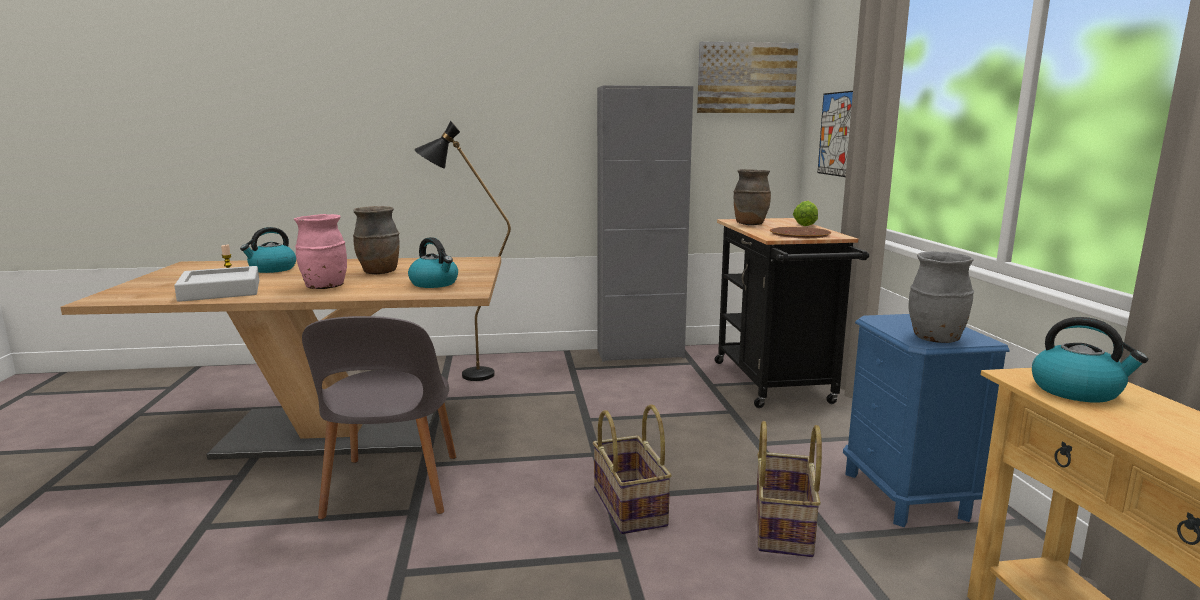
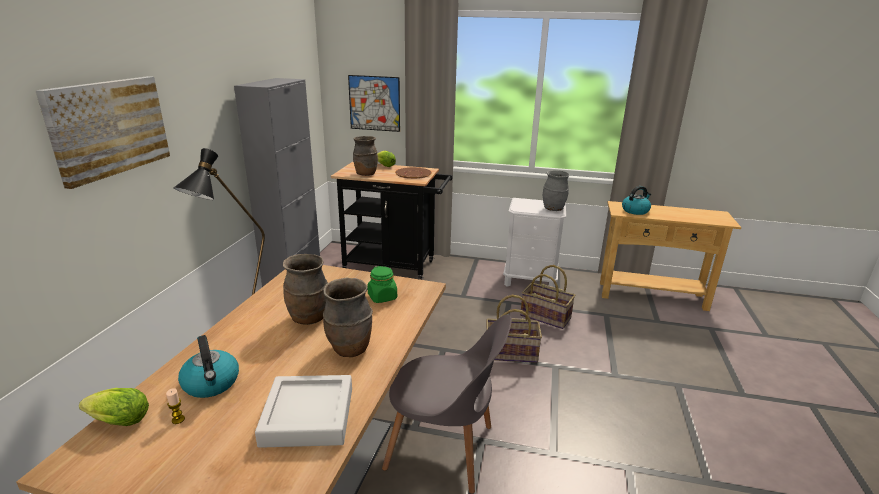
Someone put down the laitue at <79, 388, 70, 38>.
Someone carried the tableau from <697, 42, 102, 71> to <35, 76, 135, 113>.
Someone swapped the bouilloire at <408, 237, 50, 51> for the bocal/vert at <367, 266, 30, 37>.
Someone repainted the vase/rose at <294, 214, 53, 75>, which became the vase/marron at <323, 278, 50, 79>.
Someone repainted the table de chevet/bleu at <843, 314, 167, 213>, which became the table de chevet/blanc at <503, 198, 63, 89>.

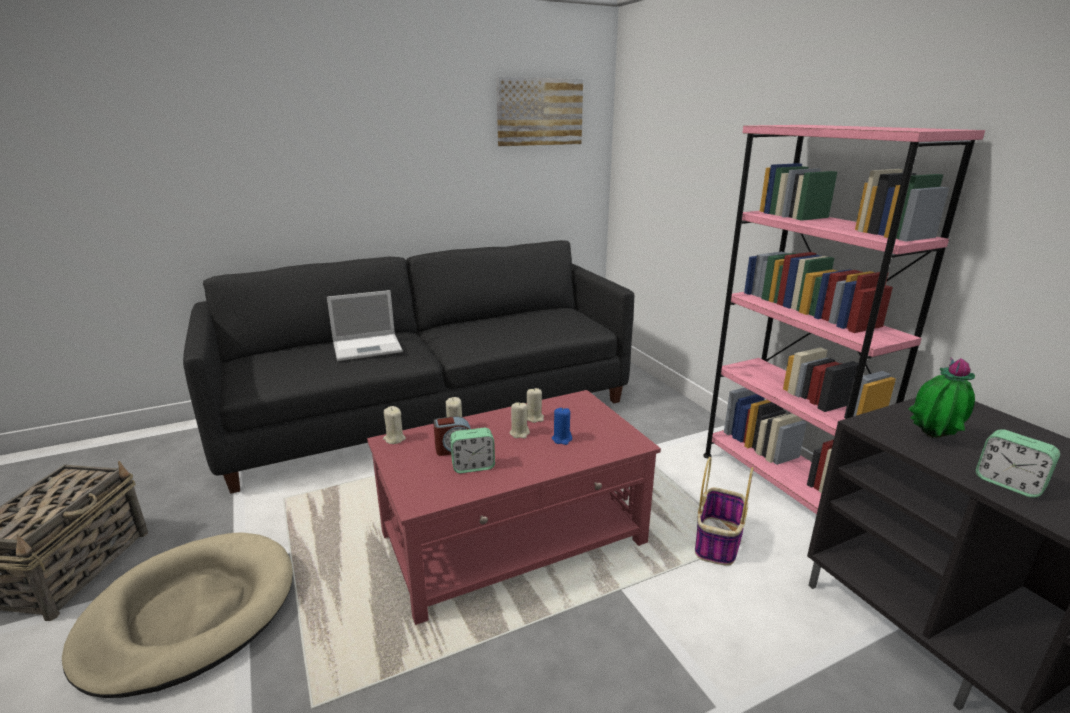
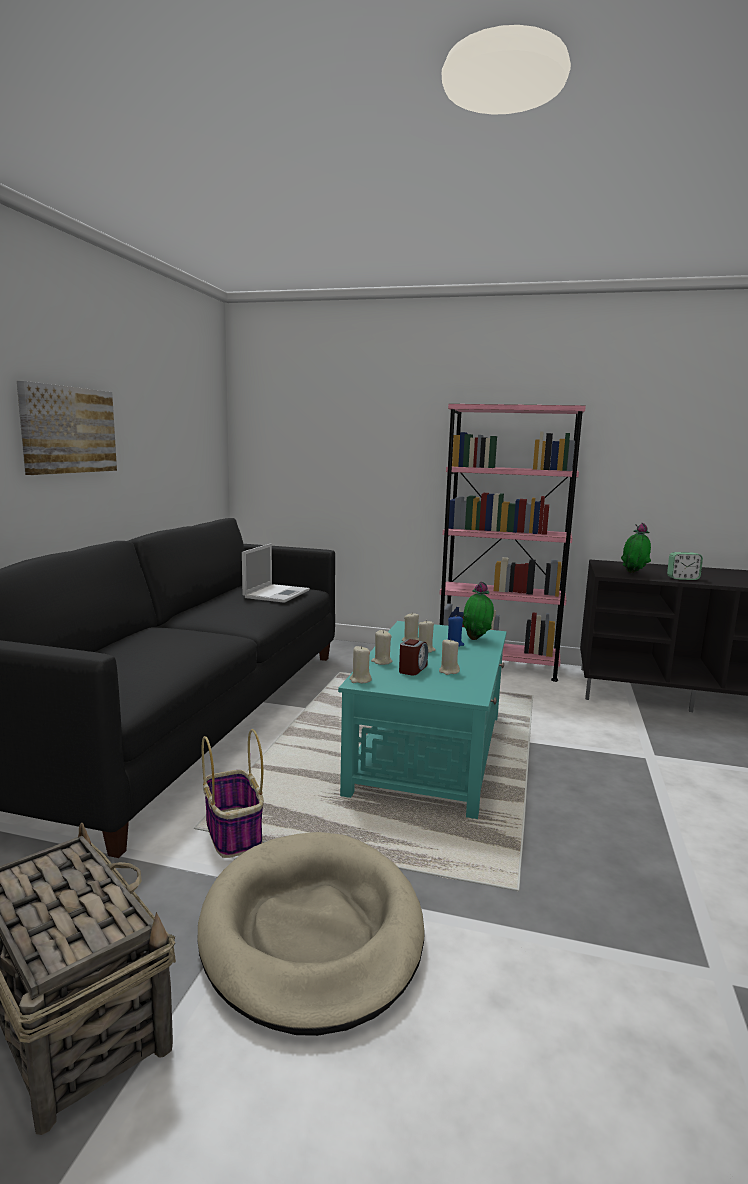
Someone put down the plante en pot at <463, 581, 31, 59>.
Someone carried the ordinateur portable from <327, 290, 76, 71> to <242, 543, 68, 60>.
Someone carried the tableau from <496, 77, 87, 69> to <17, 381, 100, 94>.
Someone carried the panier from <695, 457, 58, 109> to <202, 729, 62, 129>.
Someone swapped the réveil at <450, 428, 45, 45> for the bougie/beige at <439, 638, 21, 37>.
Someone repainted the table basse/rouge at <367, 390, 294, 235>, which became the table basse/turquoise at <338, 621, 169, 198>.

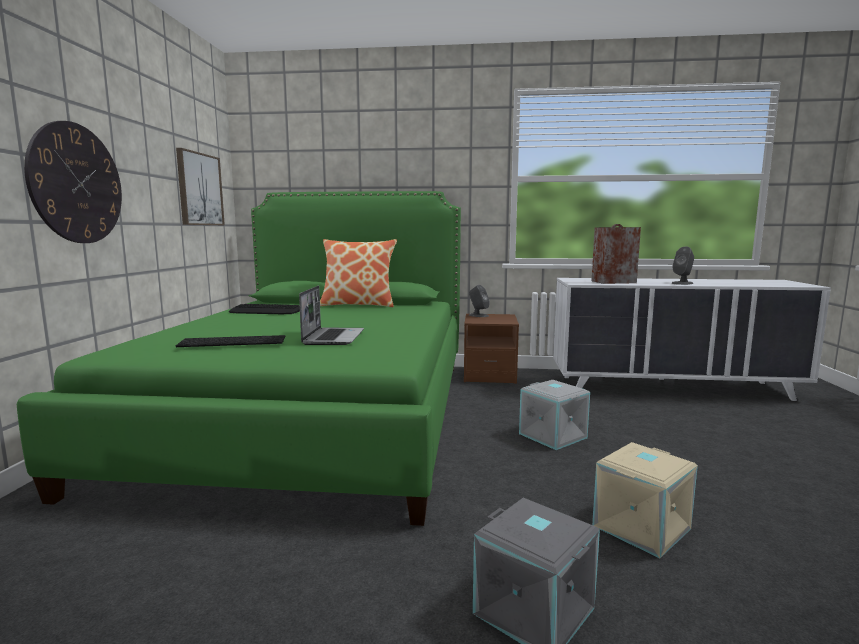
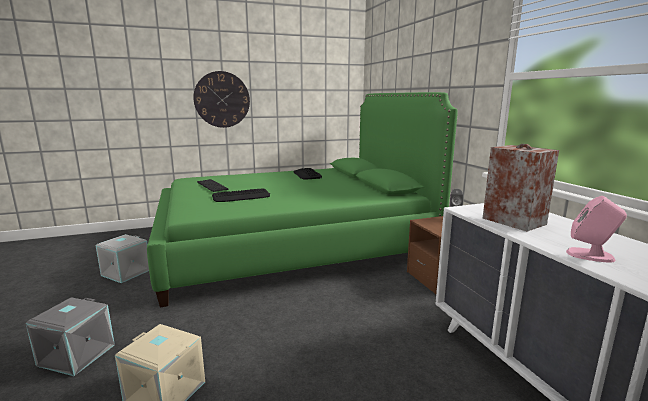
Someone took away the tableau at <176, 148, 49, 77>.
Someone took away the coussin at <320, 239, 77, 68>.
Someone carried the boîte de rangement/gris from <519, 380, 71, 70> to <96, 234, 53, 49>.
Someone swapped the ordinateur portable at <299, 286, 65, 59> for the clavier at <212, 188, 58, 14>.
Someone repainted the enceinte/gris at <671, 247, 23, 38>, which became the enceinte/rose at <566, 196, 61, 66>.

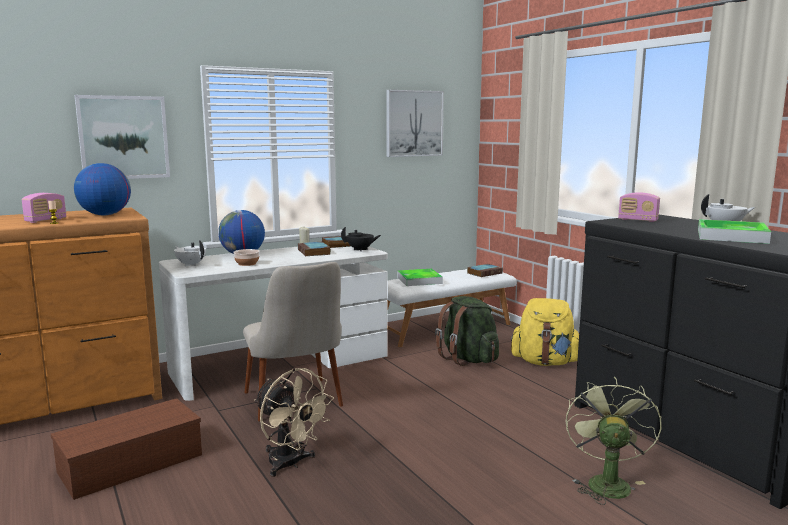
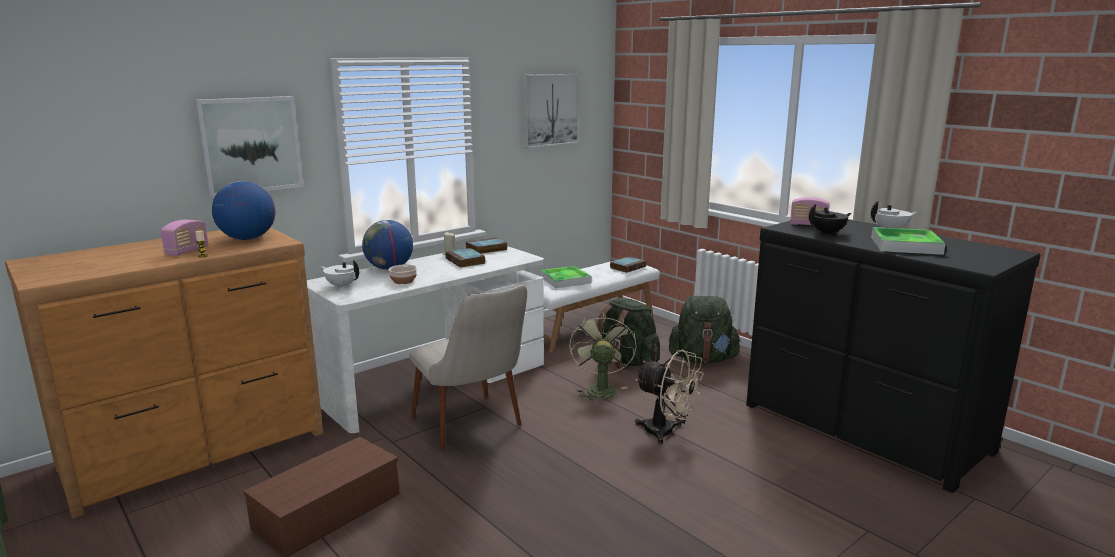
Someone carried the ventilateur/beige from <254, 368, 80, 109> to <635, 350, 69, 94>.
Someone carried the théière/noir from <341, 227, 40, 24> to <809, 204, 42, 32>.
Someone carried the ventilateur/vert from <566, 377, 96, 128> to <569, 312, 68, 91>.
Someone repainted the sac à dos/jaune at <511, 298, 68, 68>, which became the sac à dos/vert at <669, 296, 72, 68>.

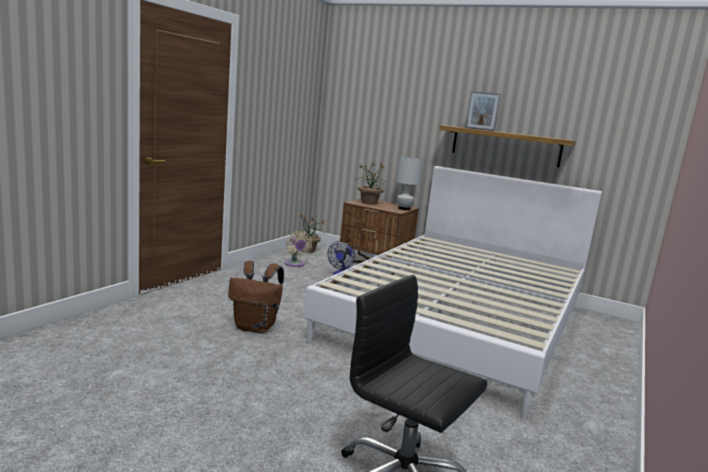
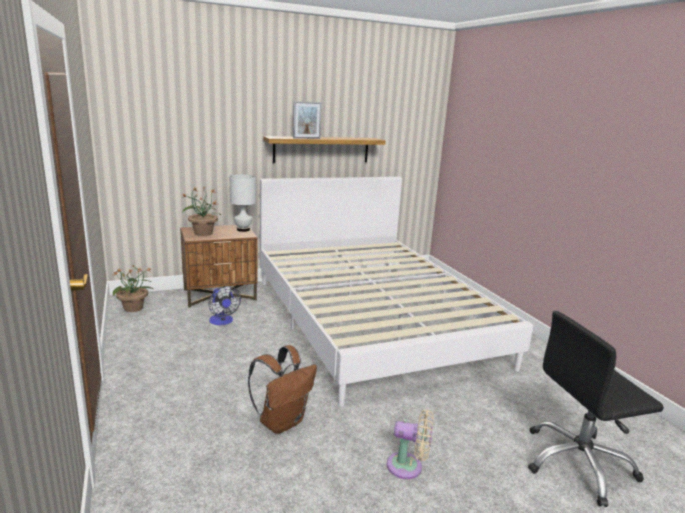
Someone carried the ventilateur/beige from <285, 231, 27, 36> to <387, 410, 47, 69>.

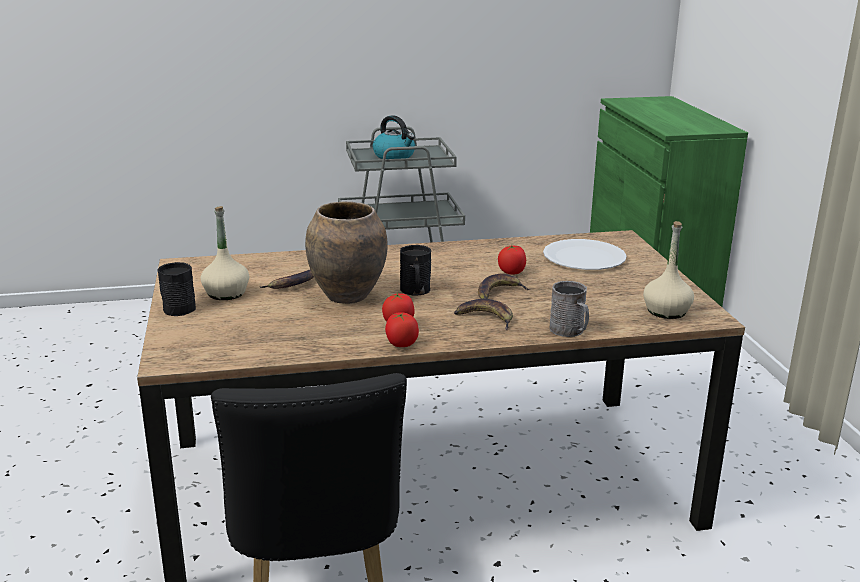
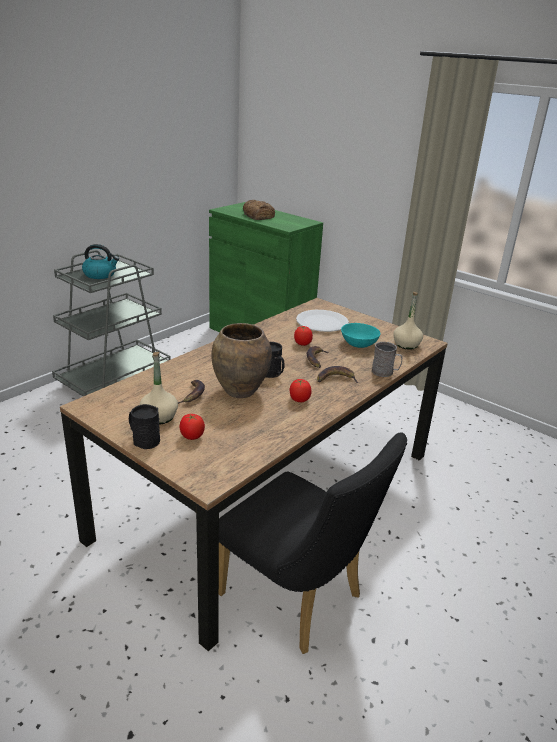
Someone put down the pain at <243, 200, 32, 20>.
Someone put down the bol/turquoise at <341, 323, 40, 25>.
Someone carried the tomate from <385, 312, 34, 35> to <179, 414, 26, 26>.

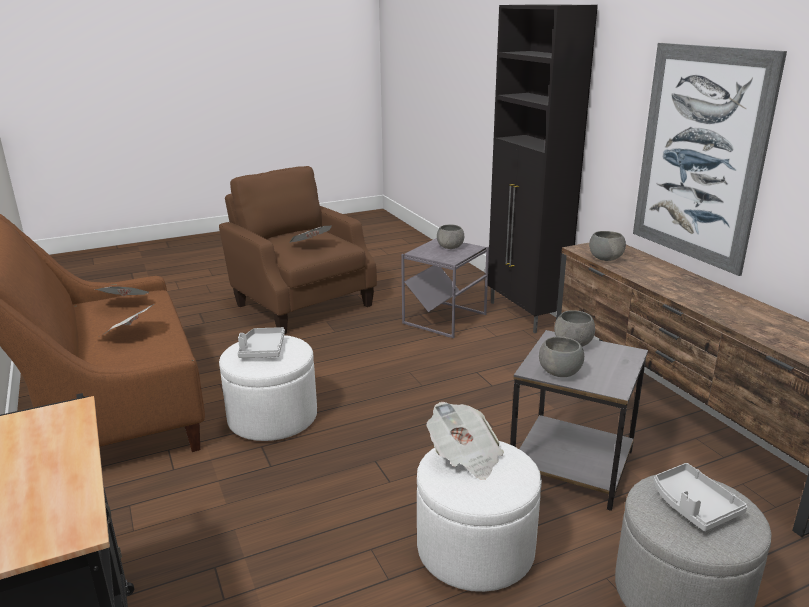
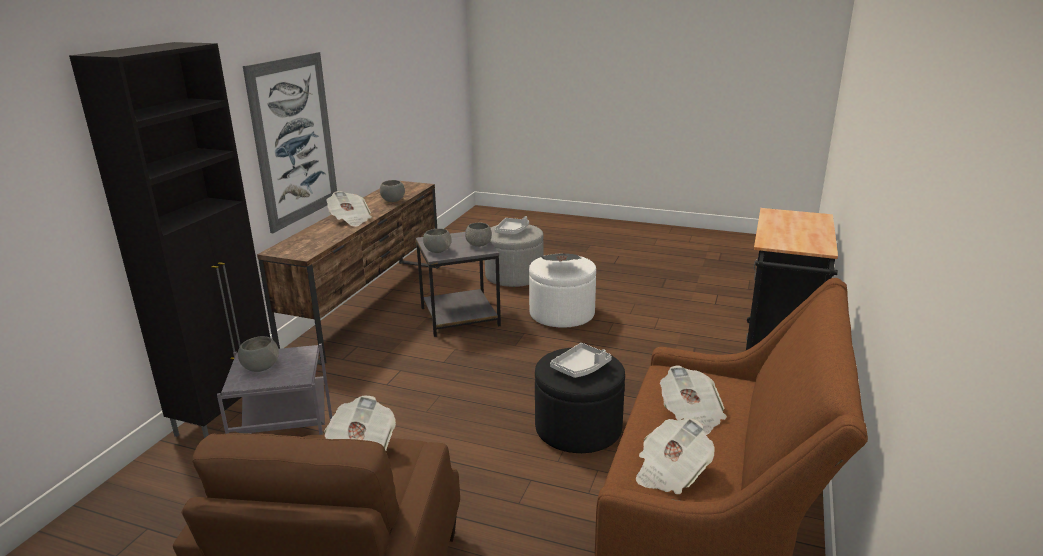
Someone put down the journal at <326, 191, 46, 36>.
Someone carried the bol/gris from <589, 231, 37, 30> to <380, 180, 25, 22>.
Someone repainted the pouf/blanc at <219, 335, 98, 106>, which became the pouf/noir at <535, 348, 90, 105>.

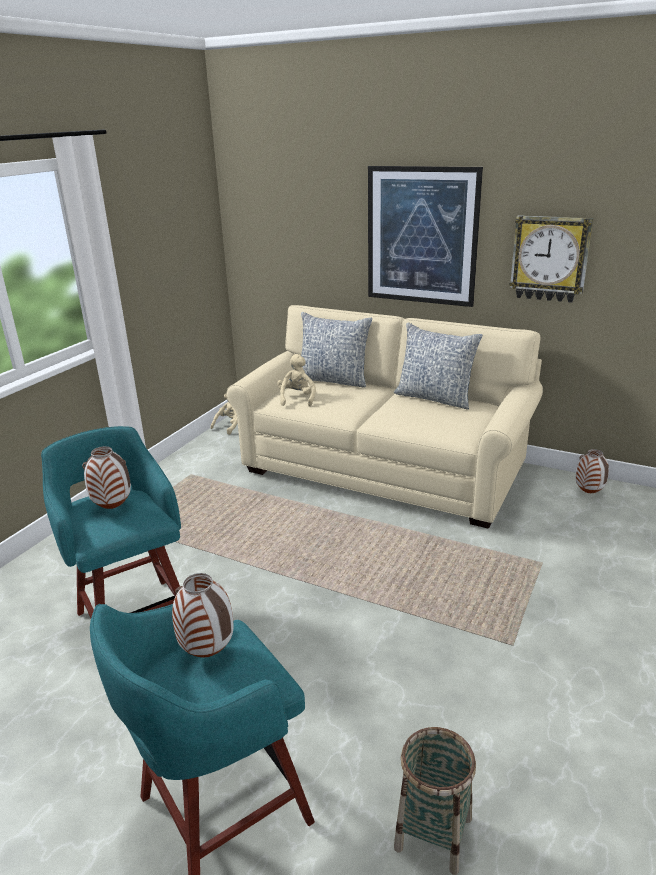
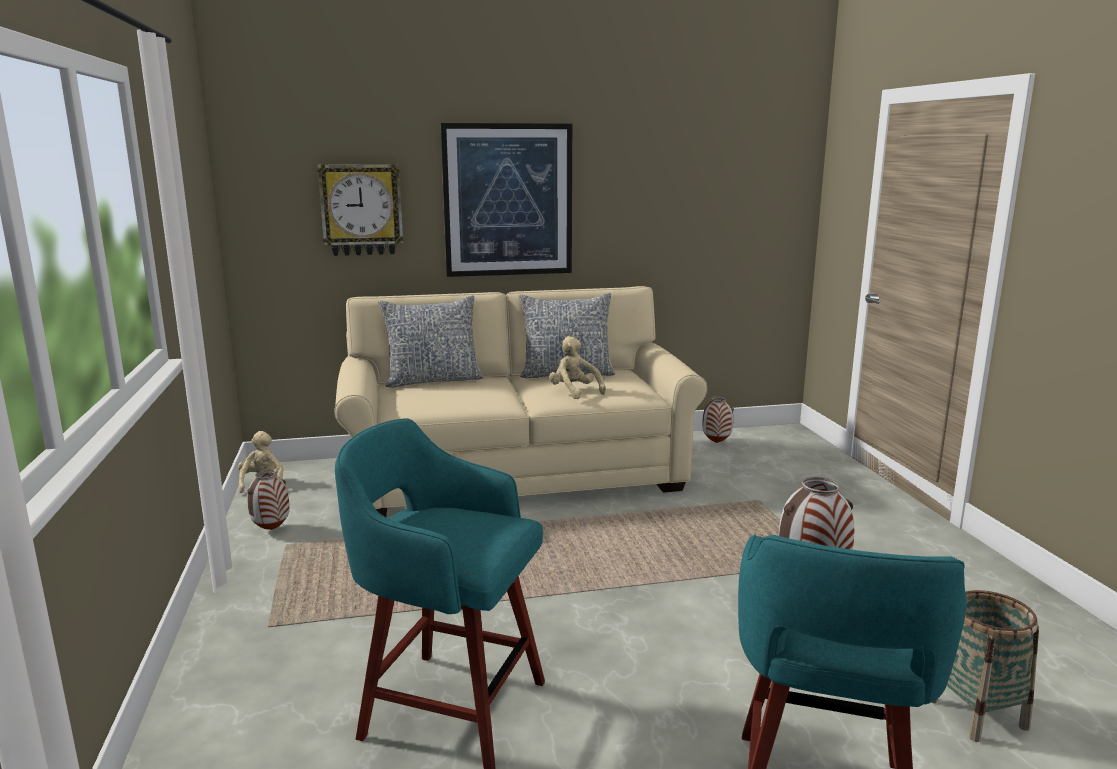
Someone carried the vase from <82, 446, 49, 63> to <247, 470, 43, 60>.
Someone carried the peluche/beige from <277, 354, 39, 53> to <549, 336, 57, 63>.
Someone carried the horloge murale from <509, 215, 84, 88> to <318, 164, 85, 92>.

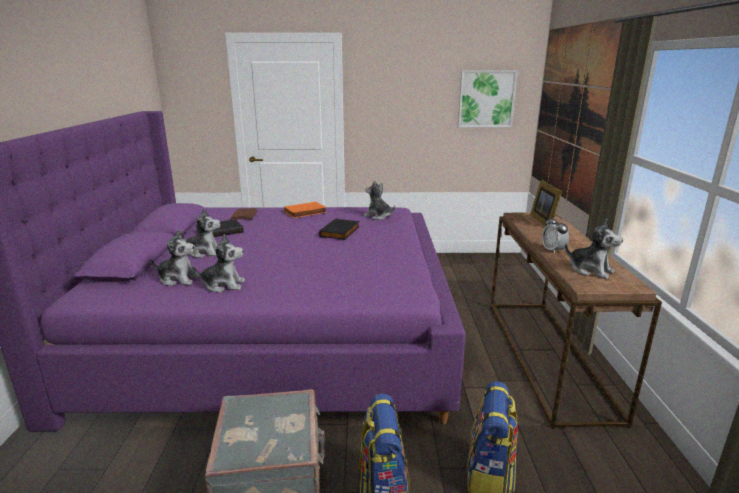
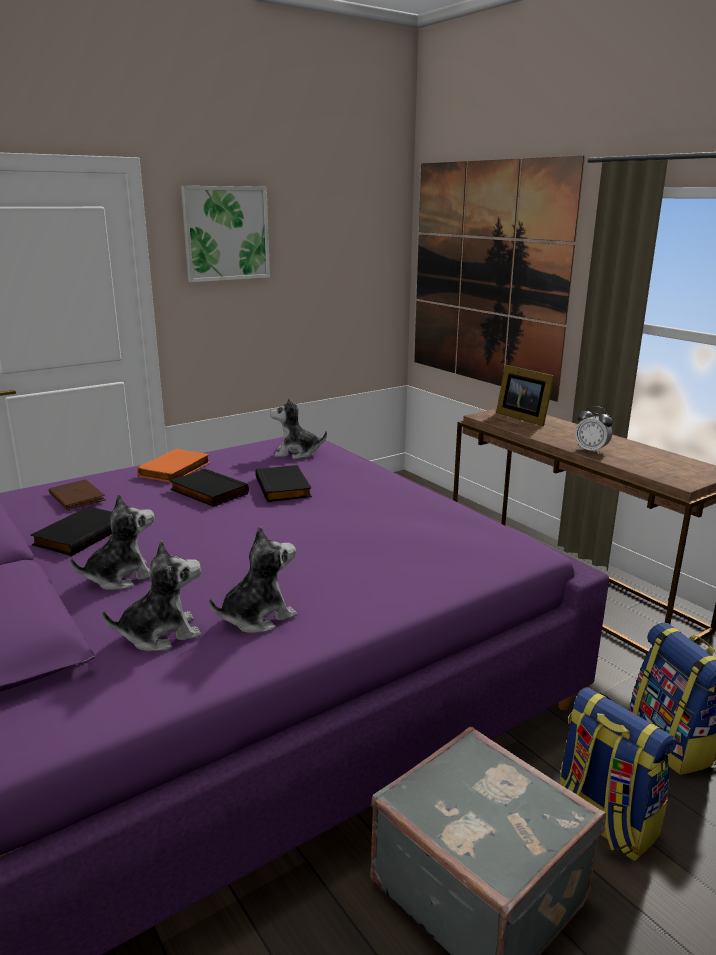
Someone took away the peluche at <565, 219, 58, 60>.
Someone put down the livre/noir at <170, 468, 79, 39>.
Someone carried the tableau from <458, 71, 59, 56> to <181, 186, 89, 96>.

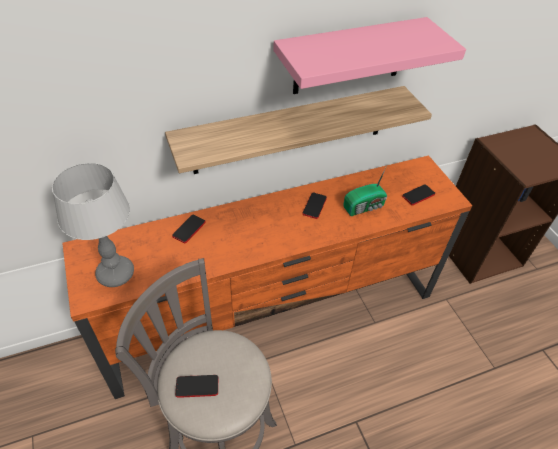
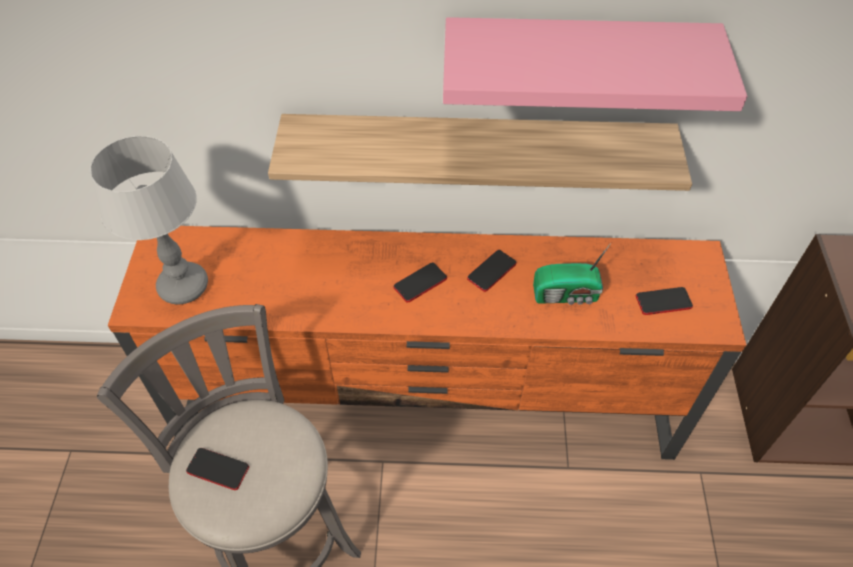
Someone carried the téléphone from <172, 215, 33, 28> to <394, 262, 53, 41>.

